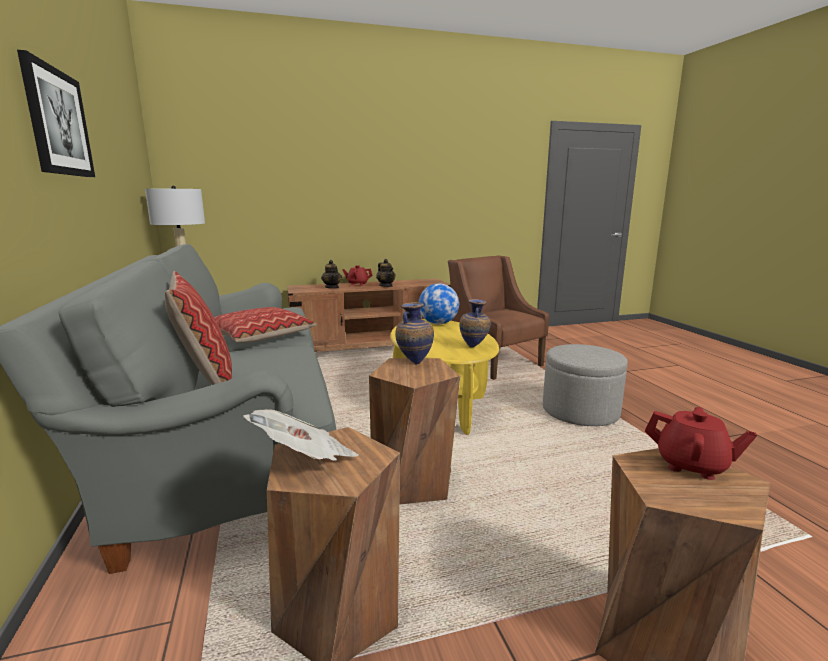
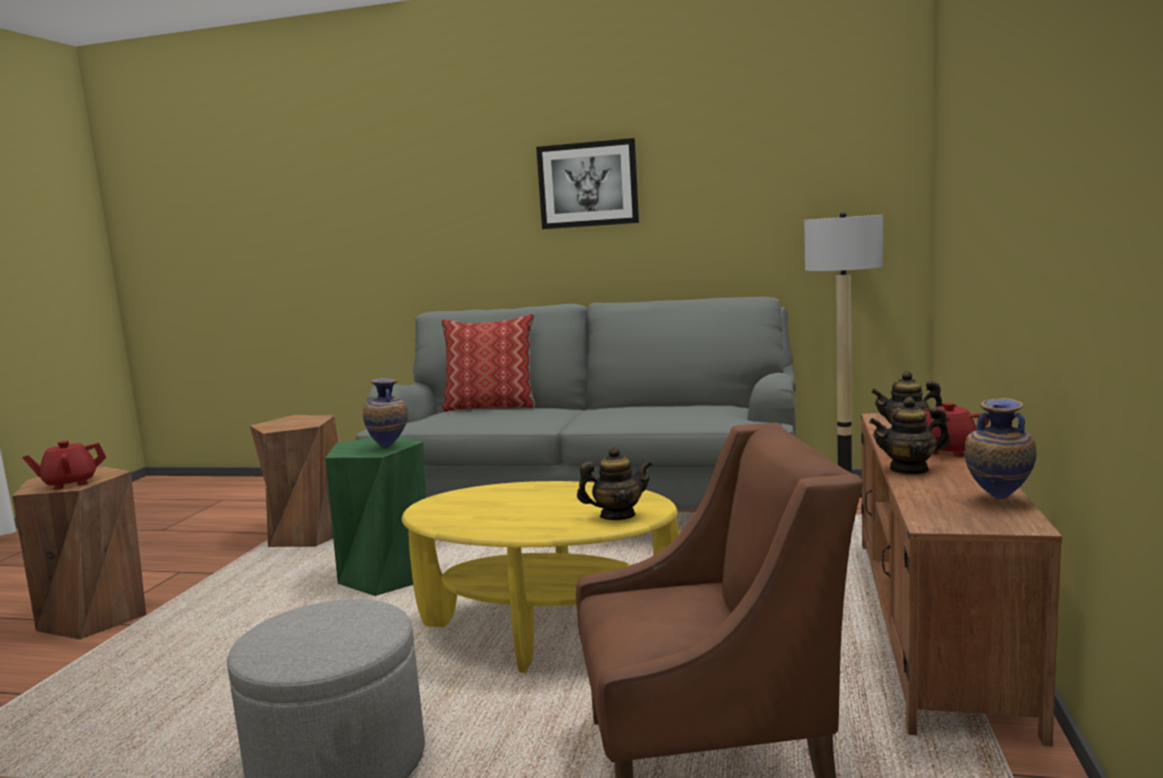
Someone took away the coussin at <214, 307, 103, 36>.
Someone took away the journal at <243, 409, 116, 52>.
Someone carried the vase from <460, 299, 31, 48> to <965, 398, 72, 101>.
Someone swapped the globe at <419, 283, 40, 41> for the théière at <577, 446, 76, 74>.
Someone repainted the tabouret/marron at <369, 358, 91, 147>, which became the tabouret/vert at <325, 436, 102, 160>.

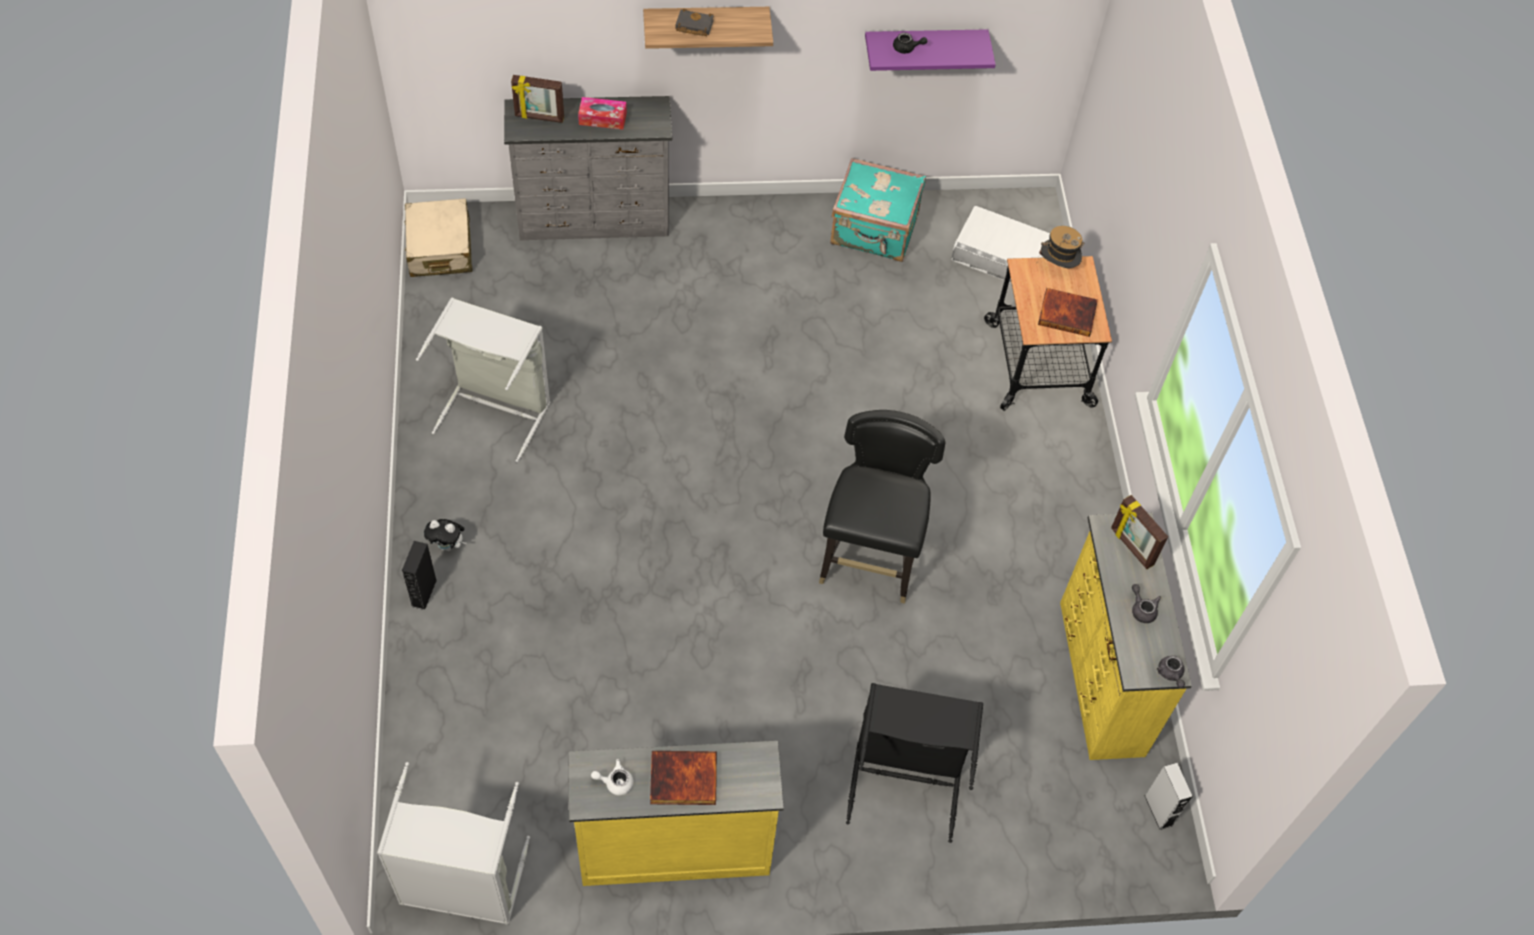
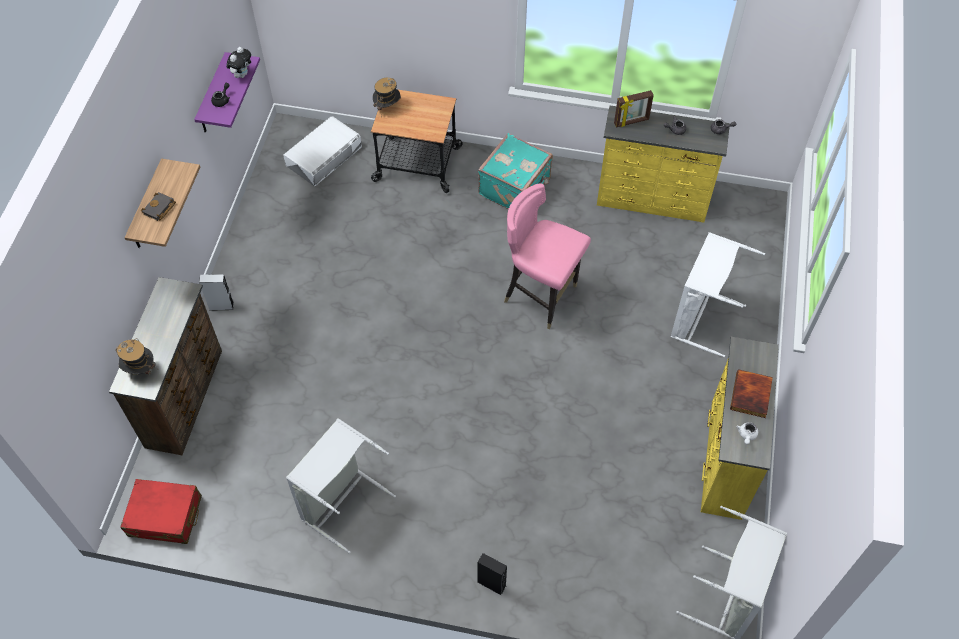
Someone took away the boîte à mouchoirs at <578, 97, 49, 33>.
Someone took away the livre at <1038, 288, 60, 49>.
Someone carried the peluche from <424, 519, 43, 32> to <226, 47, 25, 31>.
Someone carried the valise/turquoise from <830, 158, 96, 104> to <478, 133, 75, 76>.
Someone carried the enceinte/gris from <1144, 763, 49, 67> to <199, 274, 35, 37>.
Someone swapped the cadre photo at <511, 75, 53, 48> for the chapeau at <116, 338, 42, 37>.
Someone repainted the valise/beige at <404, 198, 68, 79>, which became the valise/rouge at <120, 479, 82, 65>.
Someone repainted the commode/gris at <504, 96, 168, 145>, which became the commode/marron at <109, 277, 113, 178>.
Someone repainted the chaise/noir at <819, 410, 127, 194>, which became the chaise/rose at <504, 183, 87, 146>.
Someone repainted the panier à linge/noir at <846, 683, 137, 160>, which became the panier à linge/blanc at <670, 232, 95, 125>.

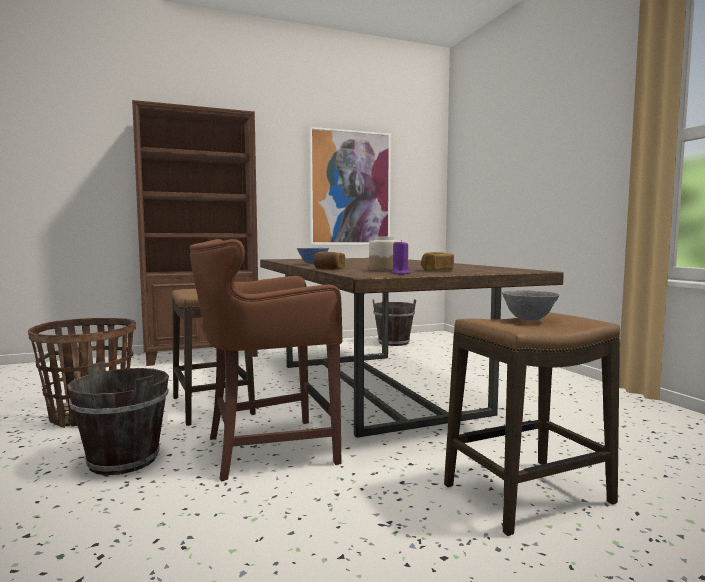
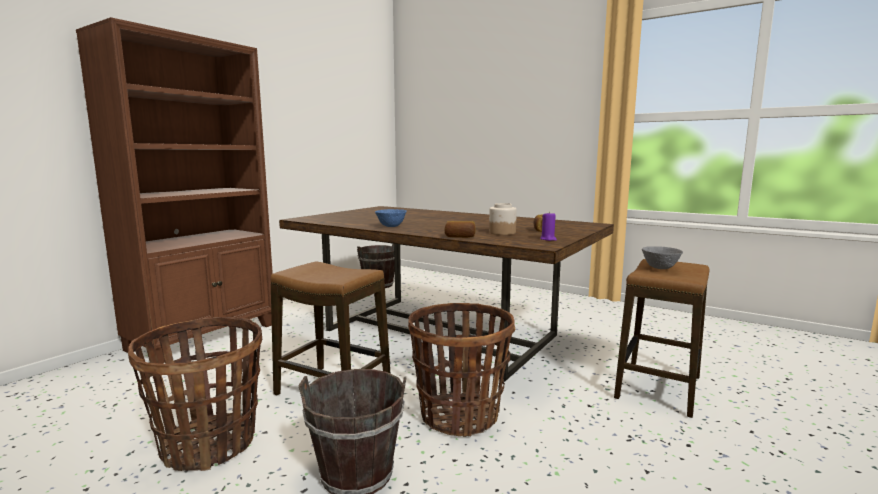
Someone took away the tableau at <309, 127, 82, 118>.
Someone swapped the tabouret/marron at <190, 239, 152, 243> for the panier at <408, 303, 108, 134>.

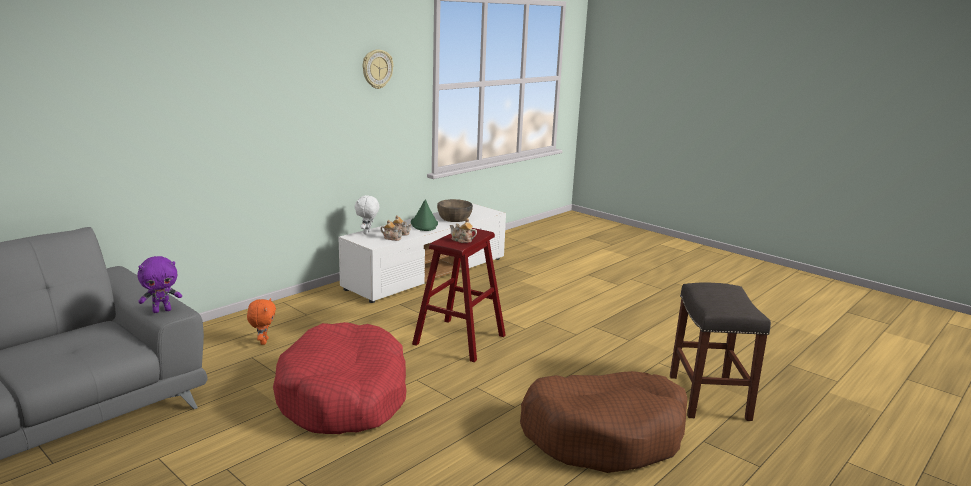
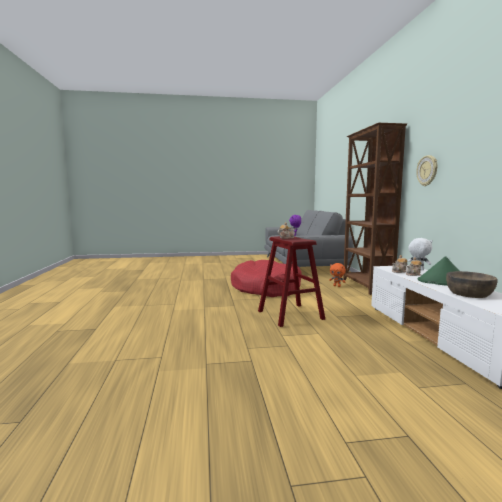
Someone took away the panier pour chien/marron at <520, 371, 167, 102>.
Someone took away the tabouret/gris at <670, 282, 101, 139>.
Someone put down the bibliothèque/marron at <343, 123, 64, 172>.
Someone carried the horloge murale from <362, 49, 31, 40> to <416, 155, 21, 31>.

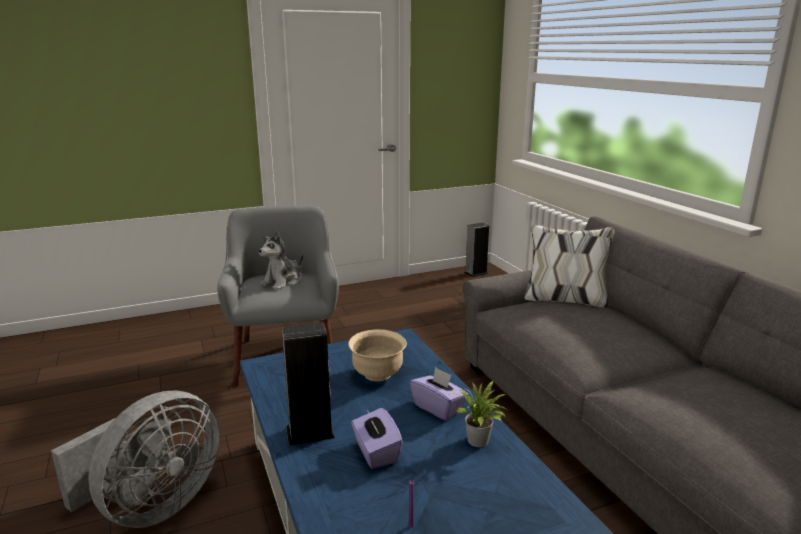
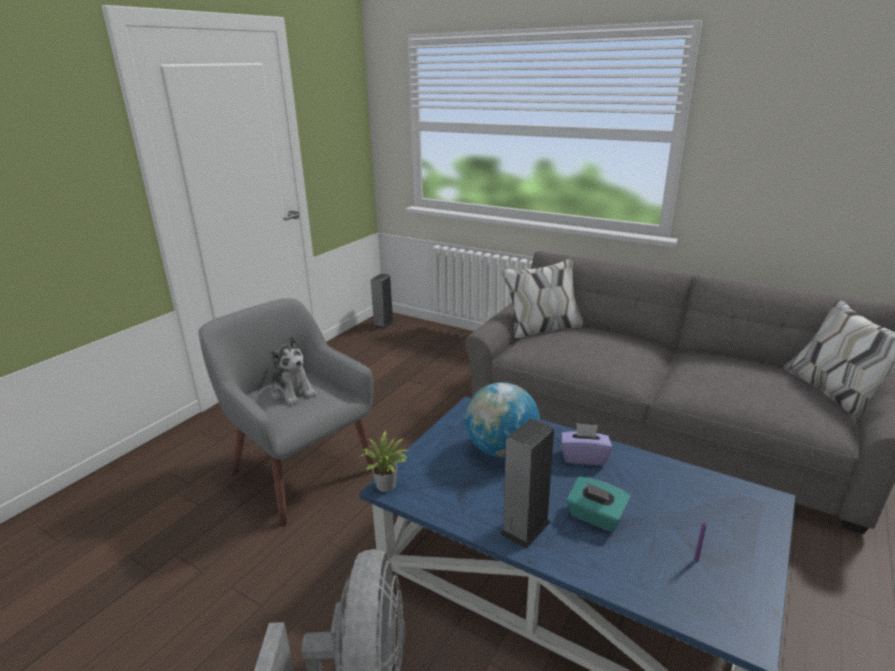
Someone carried the plante en pot from <455, 380, 54, 67> to <359, 430, 50, 62>.
Someone swapped the bol/beige at <348, 329, 59, 52> for the globe at <465, 382, 75, 76>.
Someone repainted the boîte à mouchoirs/violet at <351, 408, 52, 61>, which became the boîte à mouchoirs/turquoise at <567, 477, 64, 55>.
Someone rotated the peluche at <259, 231, 44, 59> by 45 degrees counterclockwise.

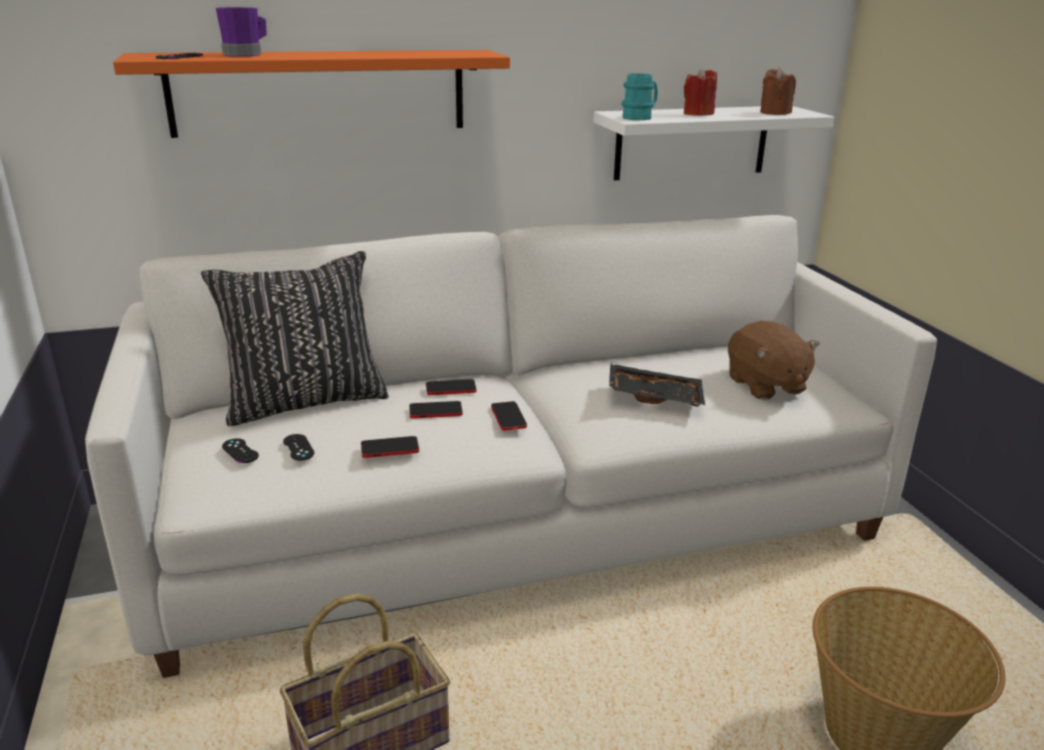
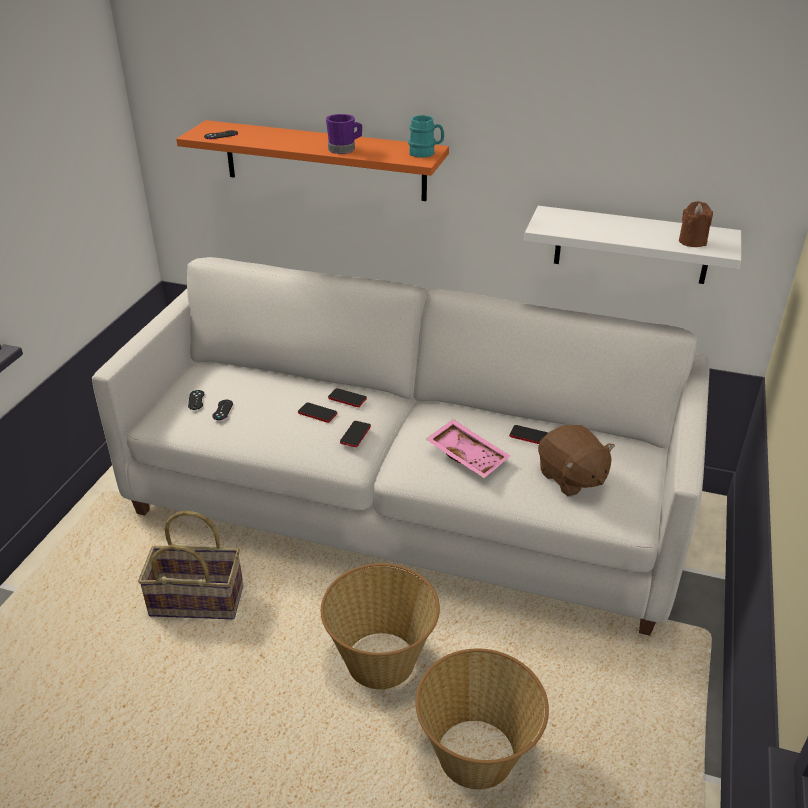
Someone took away the coussin/noir at <201, 251, 188, 175>.
Someone took away the bougie/rouge at <684, 67, 33, 49>.
Someone put down the panier at <321, 563, 119, 126>.
Someone carried the mug/violet from <216, 7, 51, 50> to <326, 114, 36, 40>.
Someone carried the téléphone from <361, 436, 58, 22> to <509, 425, 39, 19>.
Someone carried the mug/turquoise from <622, 73, 36, 47> to <408, 115, 36, 43>.
Someone repainted the plateau/noir at <609, 364, 96, 43>, which became the plateau/rose at <426, 419, 84, 59>.
Someone rotated the peluche/marron at <728, 320, 92, 80> by 45 degrees counterclockwise.

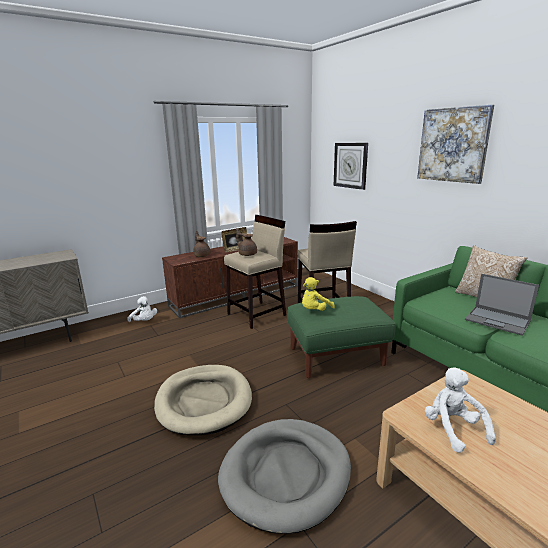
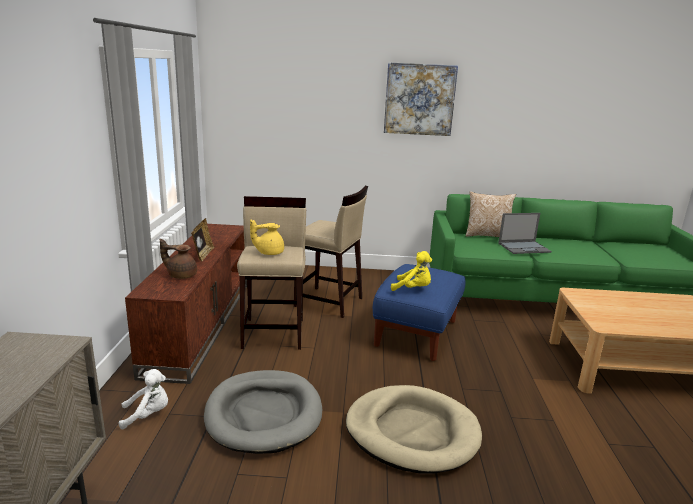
Someone took away the horloge murale at <334, 143, 34, 47>.
Someone took away the peluche/blanc at <425, 368, 71, 85>.
Someone carried the panier pour chien/gris from <218, 419, 133, 115> to <204, 370, 118, 84>.
Someone repainted the théière/marron at <236, 228, 21, 28>, which became the théière/jaune at <250, 219, 34, 36>.
Someone repainted the pouf/vert at <287, 296, 108, 82>, which became the pouf/bleu at <373, 264, 93, 97>.
Someone rotated the peluche/jaune at <302, 277, 33, 34> by 60 degrees counterclockwise.

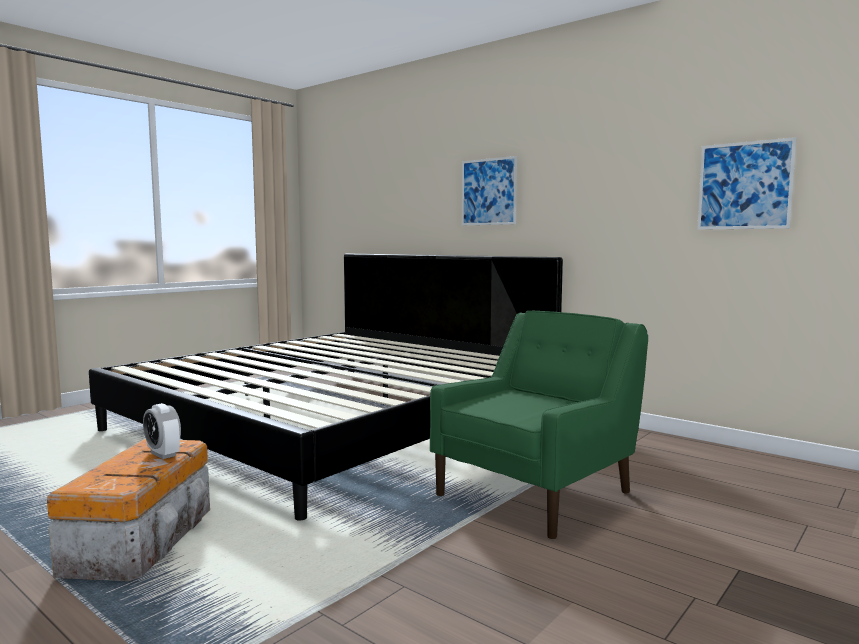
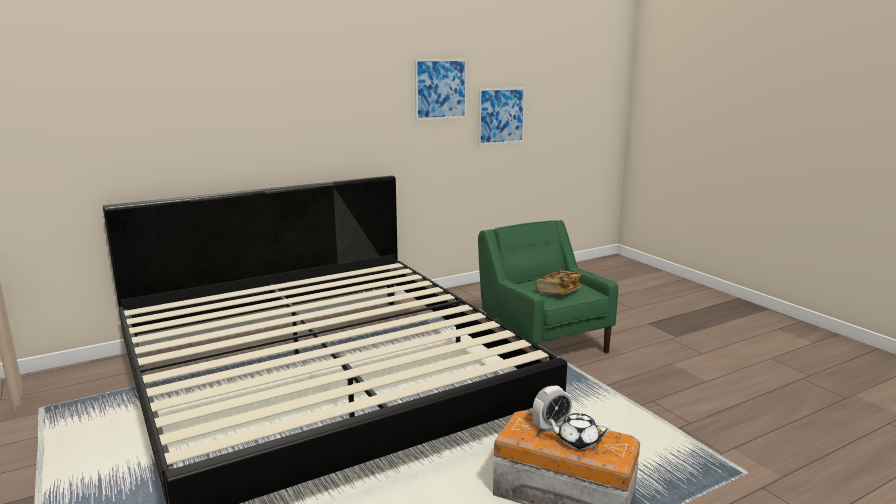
Someone put down the livre at <536, 270, 46, 25>.
Someone put down the théière/blanc at <546, 413, 64, 37>.
Someone carried the tableau from <462, 156, 55, 69> to <415, 59, 52, 61>.

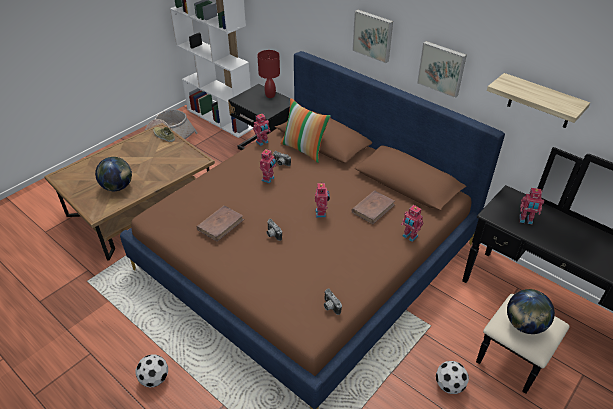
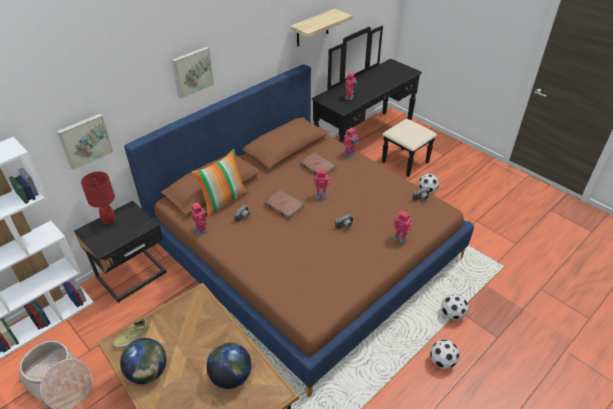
Someone put down the ballon de foot at <441, 294, 28, 26>.
Someone carried the livre/marron from <197, 205, 47, 37> to <264, 190, 41, 30>.
Someone carried the robot jouet from <260, 149, 16, 35> to <393, 211, 19, 33>.
Someone carried the tableau from <417, 41, 50, 57> to <57, 114, 56, 56>.
Someone carried the globe from <507, 289, 48, 45> to <120, 338, 46, 46>.

